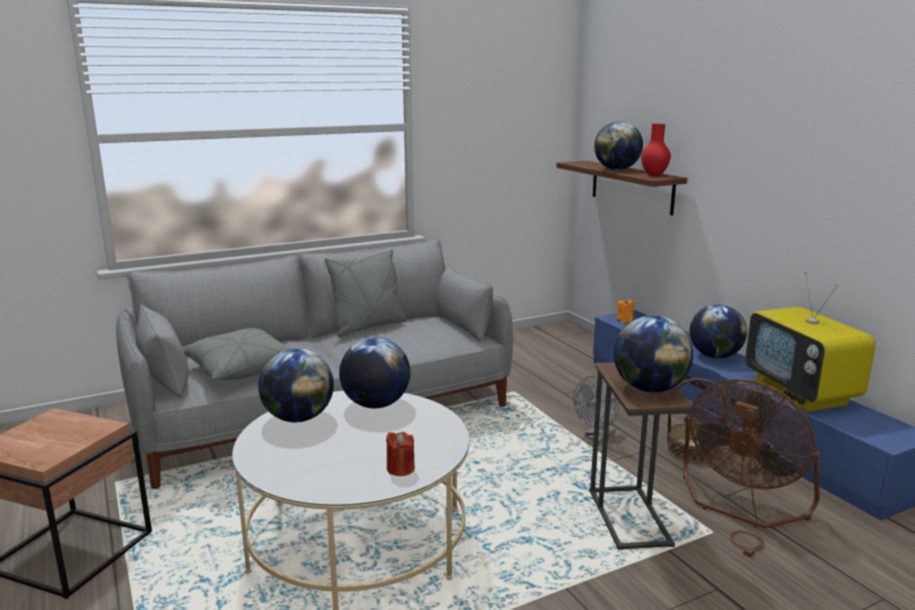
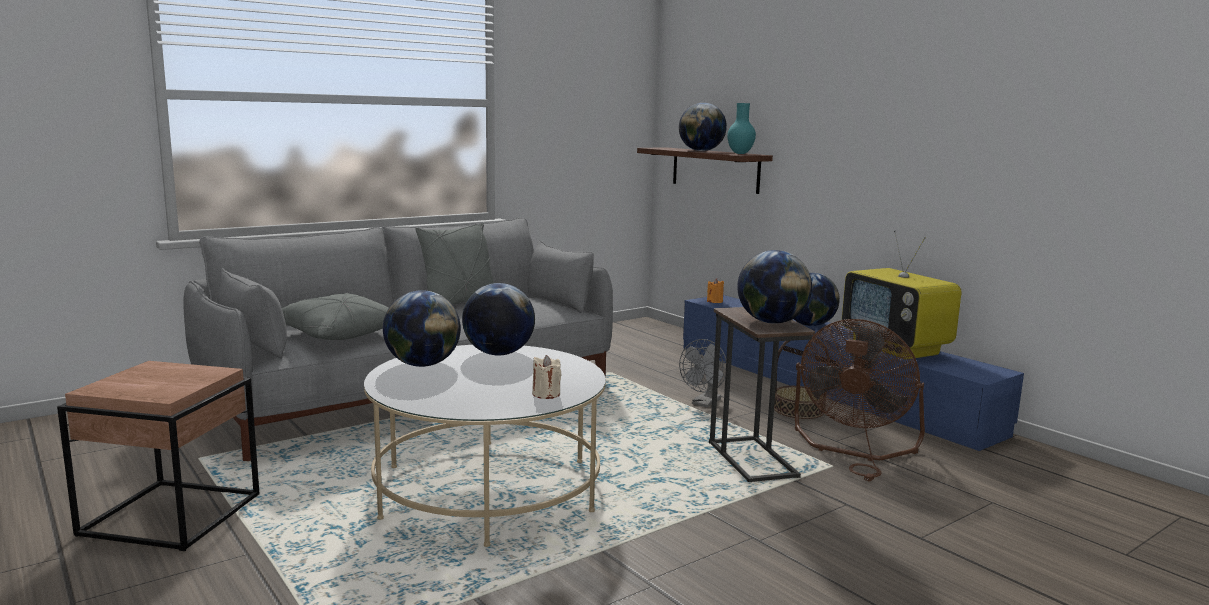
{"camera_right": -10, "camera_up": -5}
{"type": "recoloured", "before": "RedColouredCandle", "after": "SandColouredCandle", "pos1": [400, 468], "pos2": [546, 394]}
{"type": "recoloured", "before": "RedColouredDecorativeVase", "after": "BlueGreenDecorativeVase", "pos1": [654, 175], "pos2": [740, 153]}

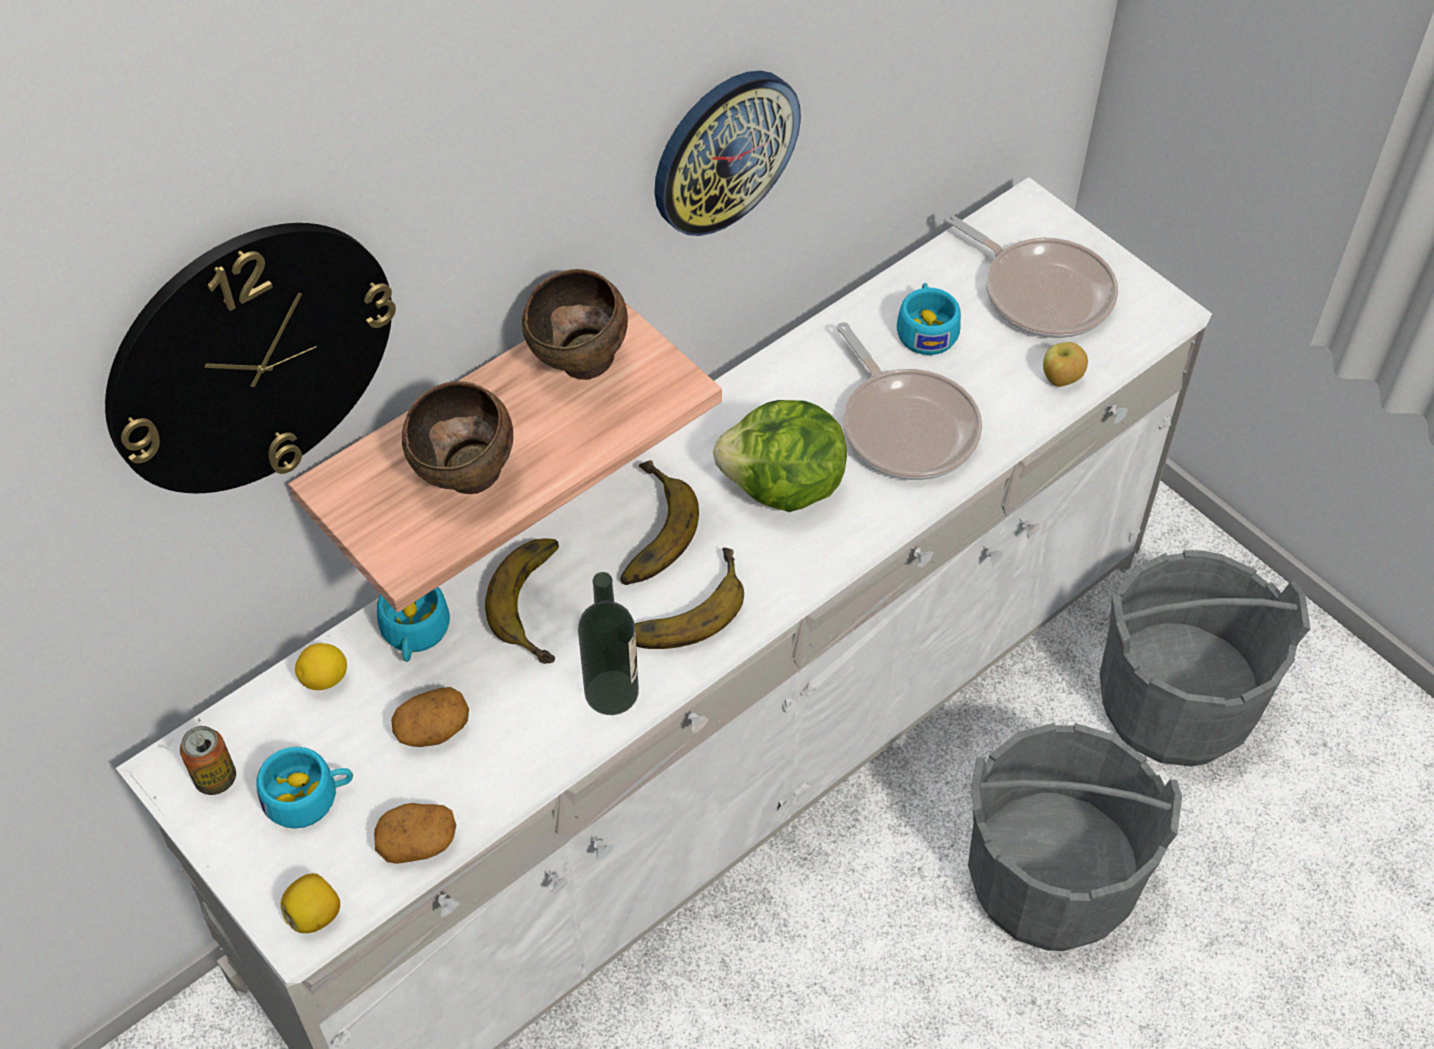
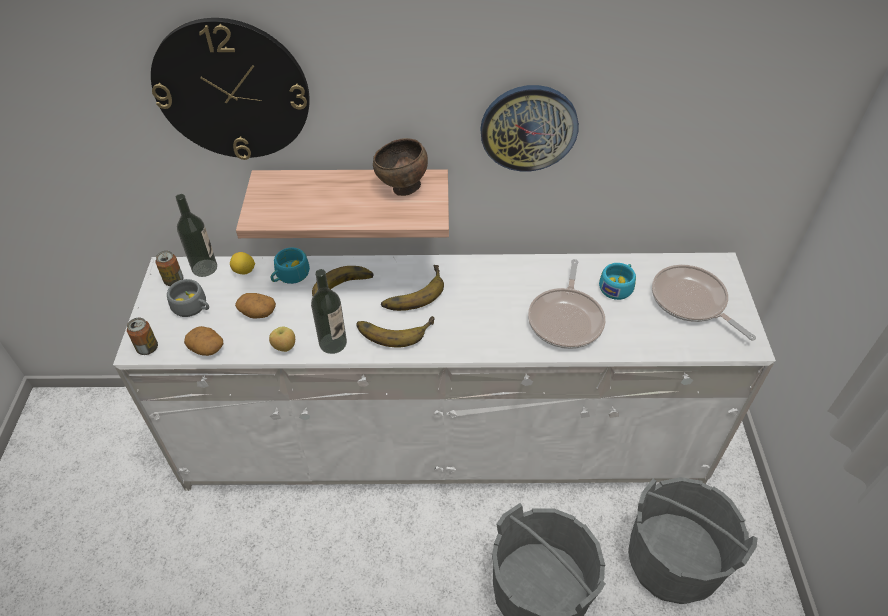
{"camera_right": 40, "camera_up": -5}
{"type": "replaced", "before": "CitrusFruit", "after": "Can", "pos1": [315, 914], "pos2": [147, 348]}
{"type": "recoloured", "before": "BlueGreenDrinkingCup", "after": "GreyishDrinkingCup", "pos1": [309, 797], "pos2": [193, 307]}
{"type": "added", "after": "BeverageBottle", "pos2": [204, 268]}
{"type": "moved", "before": "AppleFruit", "pos1": [1061, 380], "pos2": [284, 347]}
{"type": "turned", "before": "FryingPan", "pos1": [1041, 292], "pos2": [691, 302], "turn": 150}
{"type": "removed", "before": "BrownColouredServingBowl", "pos1": [466, 478]}
{"type": "removed", "before": "LettuceHead", "pos1": [783, 489]}

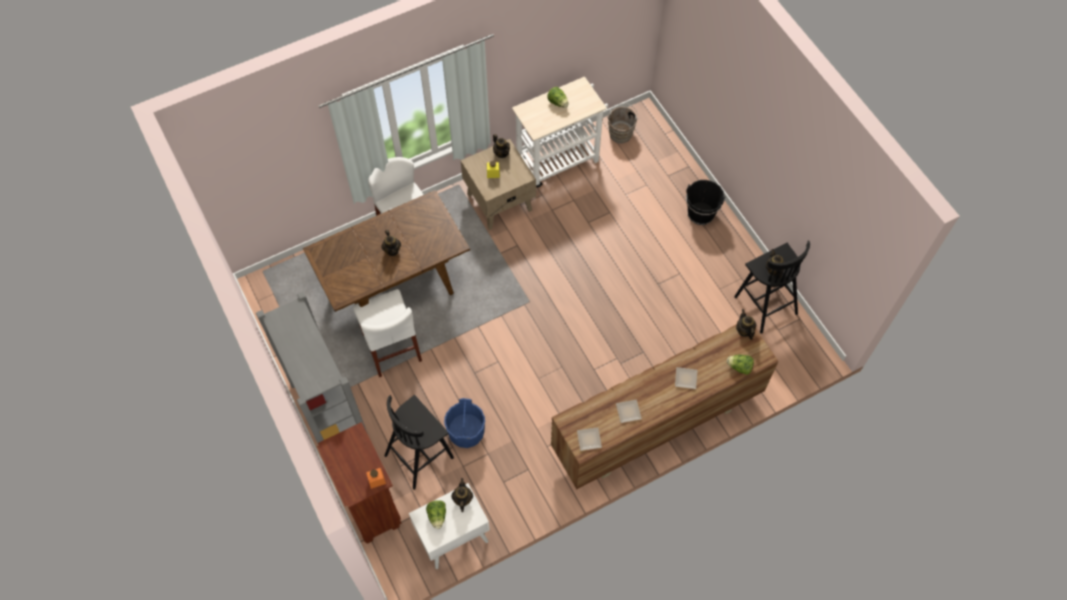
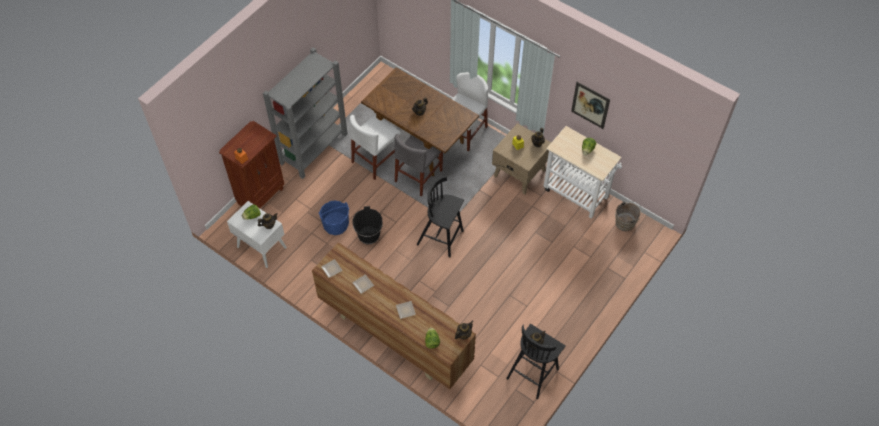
{"camera_right": 65, "camera_up": -5}
{"type": "moved", "before": "BlackishPail", "pos1": [700, 214], "pos2": [369, 235]}
{"type": "added", "after": "GreyishPlainChair", "pos2": [418, 176]}
{"type": "moved", "before": "BlackishStoolSeat", "pos1": [421, 454], "pos2": [441, 238]}
{"type": "added", "after": "Picture", "pos2": [590, 105]}

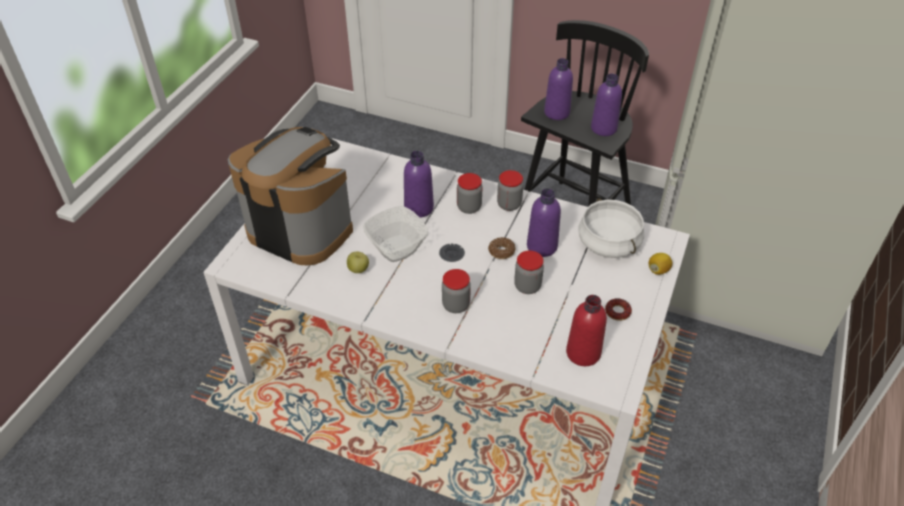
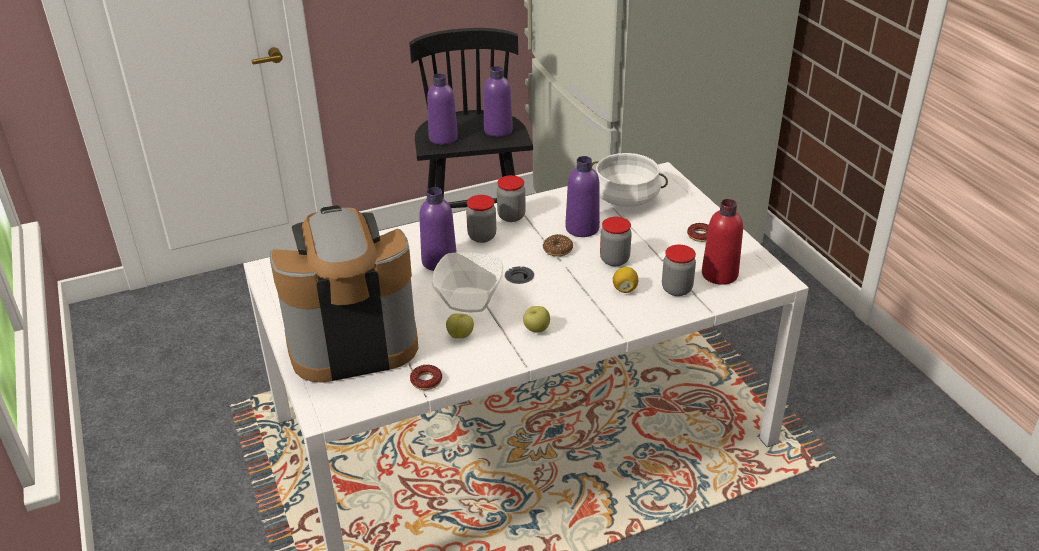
{"camera_right": -45, "camera_up": -10}
{"type": "added", "after": "Donut", "pos2": [426, 381]}
{"type": "added", "after": "AppleFruit", "pos2": [536, 329]}
{"type": "moved", "before": "CitrusFruit", "pos1": [658, 270], "pos2": [624, 289]}
{"type": "moved", "before": "PreserveJar", "pos1": [456, 305], "pos2": [676, 289]}

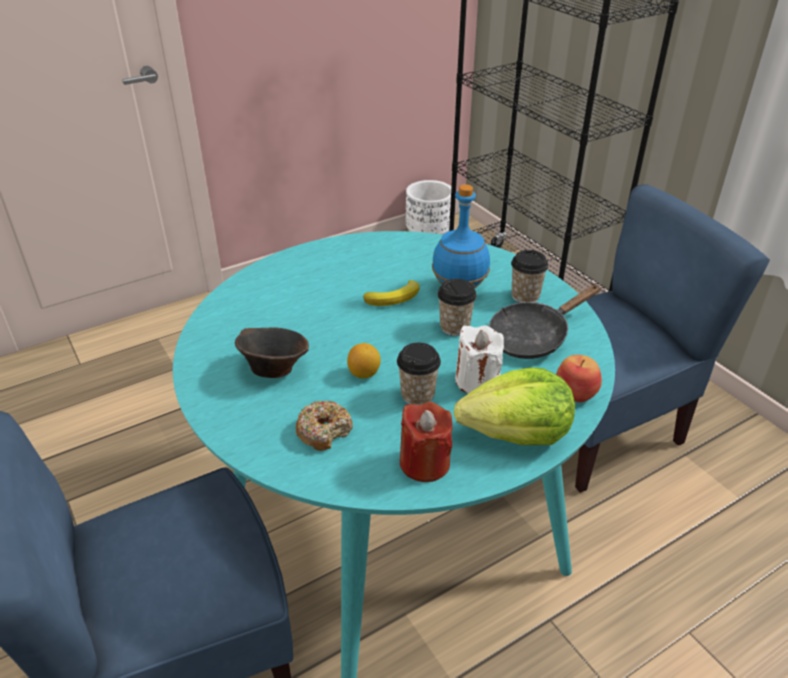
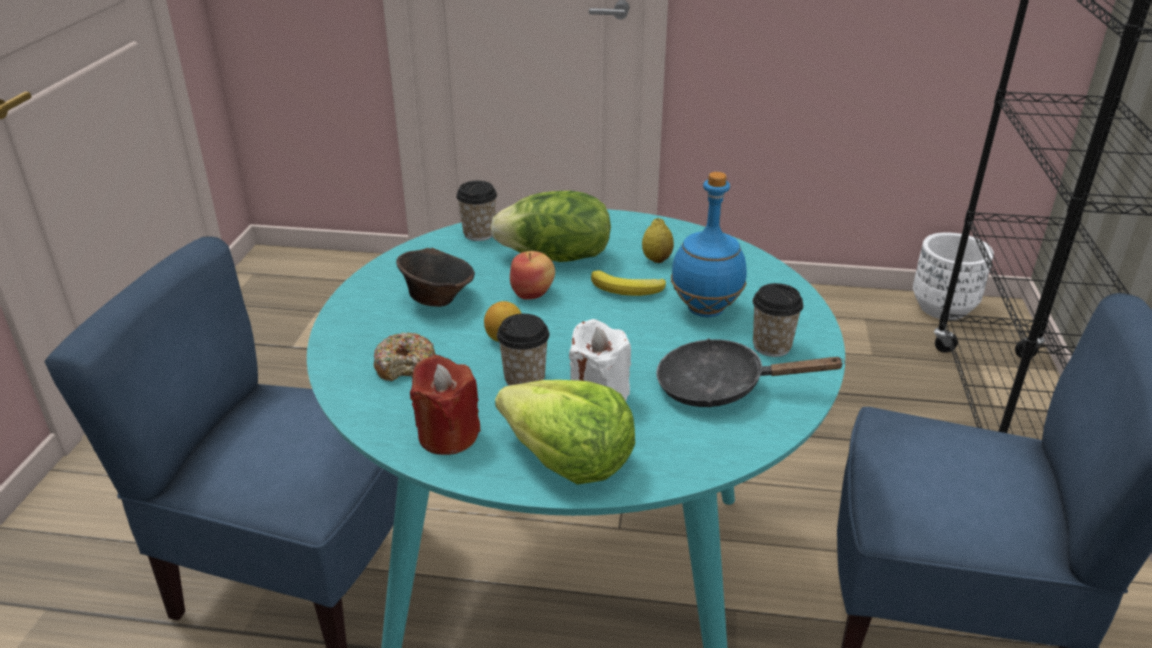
{"camera_right": 40, "camera_up": -5}
{"type": "moved", "before": "DrinkingCup", "pos1": [454, 327], "pos2": [479, 234]}
{"type": "added", "after": "LettuceHead", "pos2": [556, 257]}
{"type": "moved", "before": "AppleFruit", "pos1": [576, 392], "pos2": [532, 293]}
{"type": "added", "after": "CitrusFruit", "pos2": [657, 259]}

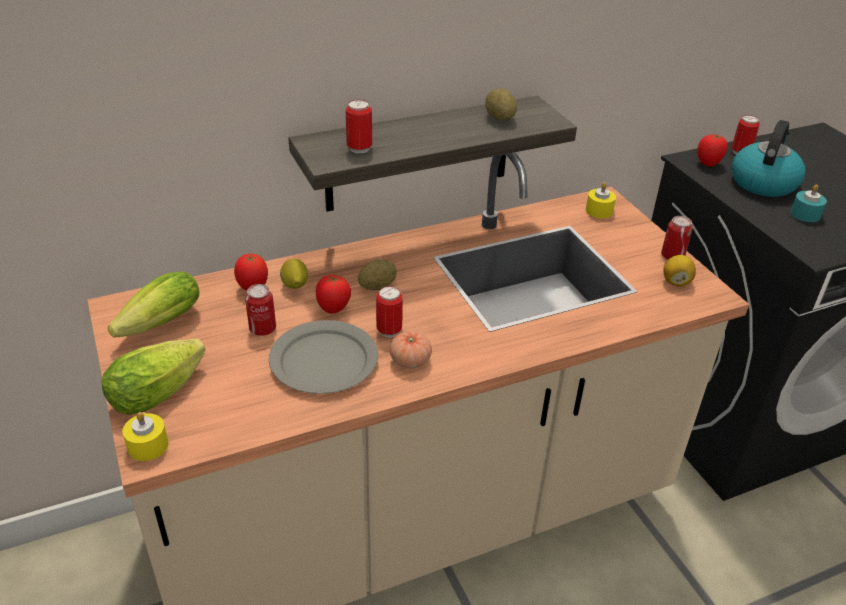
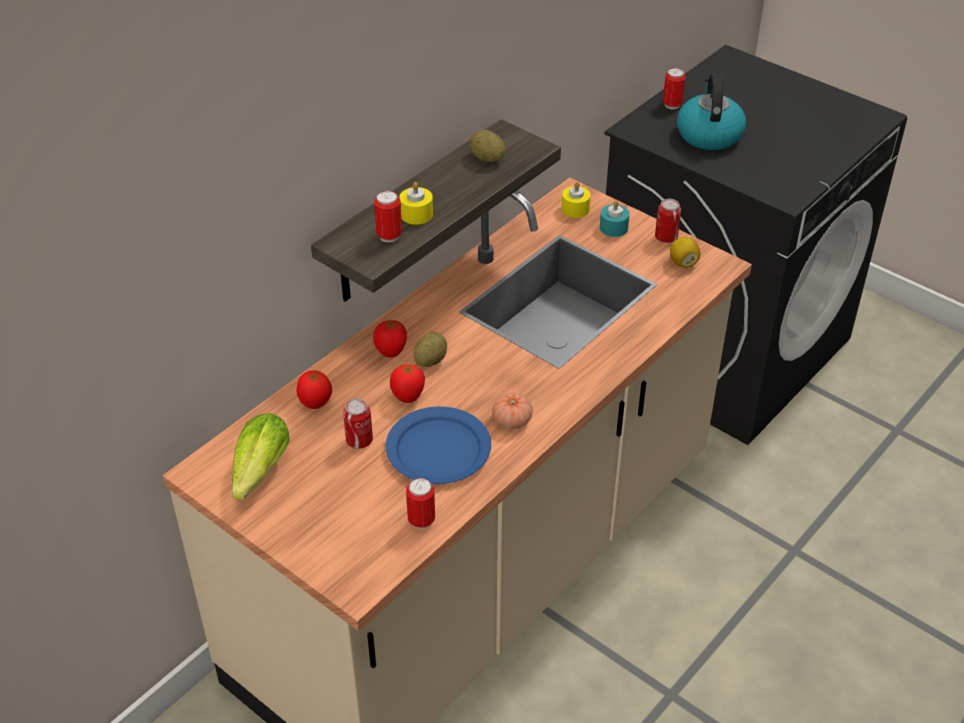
{"camera_right": -25, "camera_up": 5}
{"type": "moved", "before": "WholeTomato", "pos1": [708, 164], "pos2": [391, 352]}
{"type": "recoloured", "before": "GreyishFlatDish", "after": "BlueFlatDish", "pos1": [324, 361], "pos2": [439, 449]}
{"type": "moved", "before": "YellowCandle", "pos1": [148, 446], "pos2": [416, 214]}
{"type": "moved", "before": "Can", "pos1": [389, 330], "pos2": [421, 520]}
{"type": "moved", "before": "BlueGreenCandle", "pos1": [805, 214], "pos2": [613, 228]}
{"type": "removed", "before": "LettuceHead", "pos1": [162, 390]}
{"type": "removed", "before": "CitrusFruit", "pos1": [294, 285]}

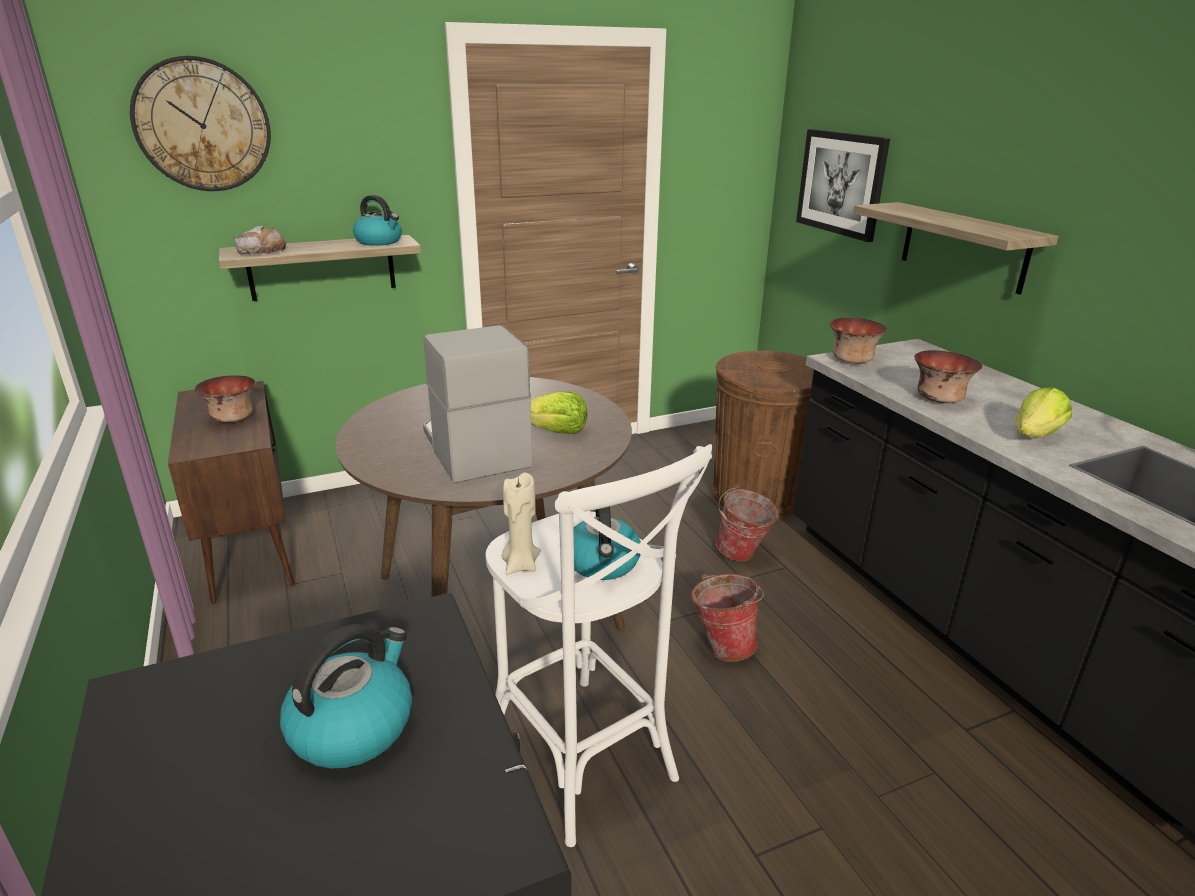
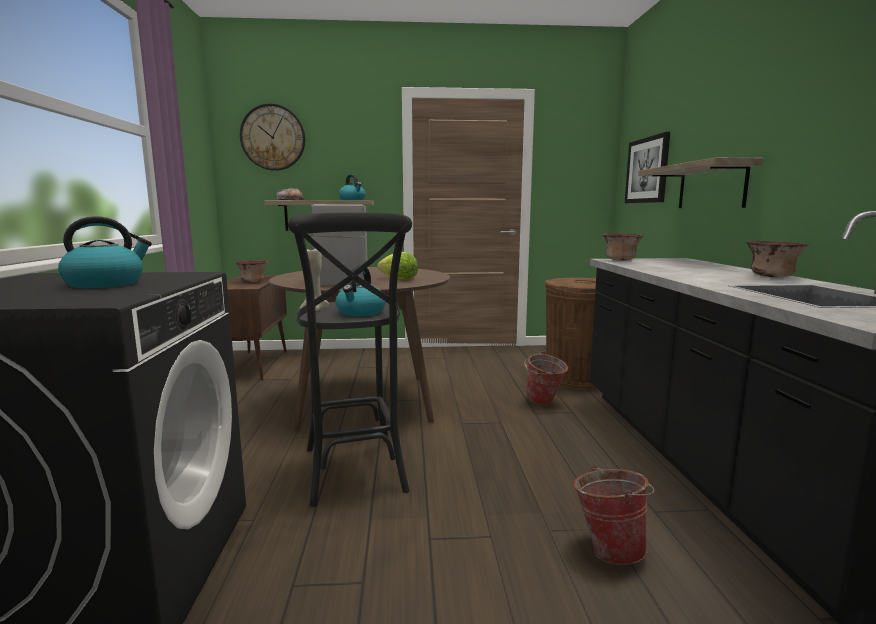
{"camera_right": 20, "camera_up": -15}
{"type": "recoloured", "before": "WhitishStoolSeat", "after": "BlackishStoolSeat", "pos1": [583, 762], "pos2": [354, 473]}
{"type": "moved", "before": "Pail", "pos1": [722, 646], "pos2": [608, 548]}
{"type": "moved", "before": "ServingBowl", "pos1": [938, 399], "pos2": [771, 276]}
{"type": "removed", "before": "LettuceHead", "pos1": [1035, 436]}

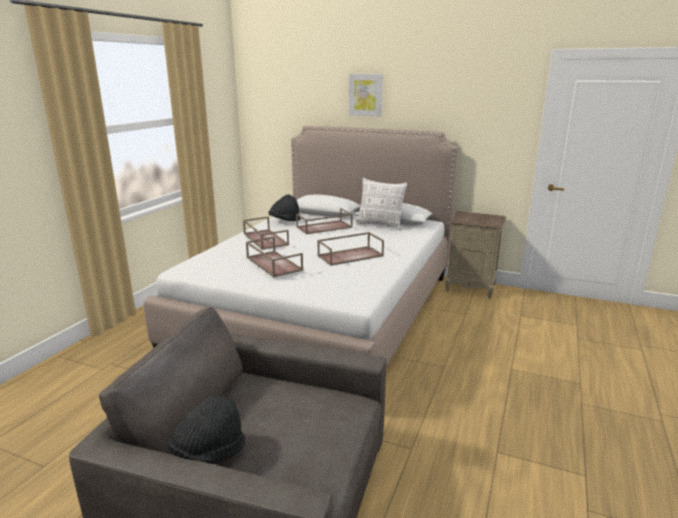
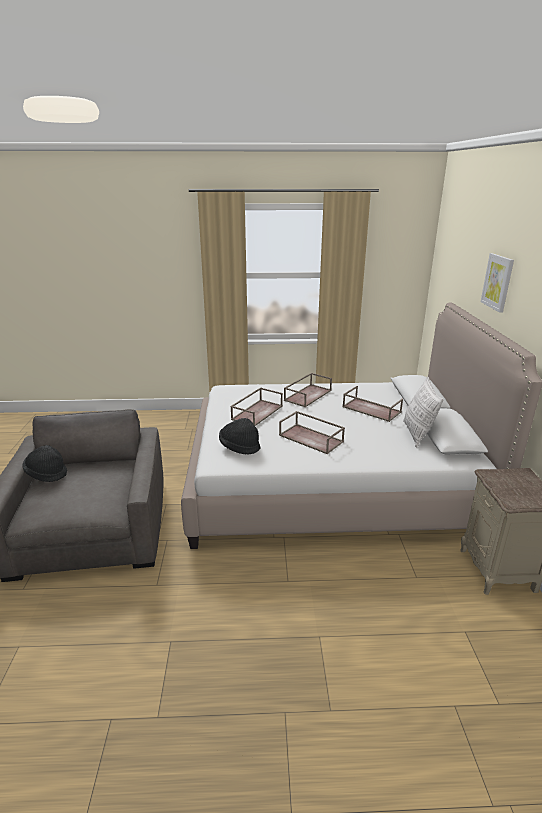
{"camera_right": 65, "camera_up": 5}
{"type": "moved", "before": "BlackishHat", "pos1": [284, 221], "pos2": [239, 447]}

